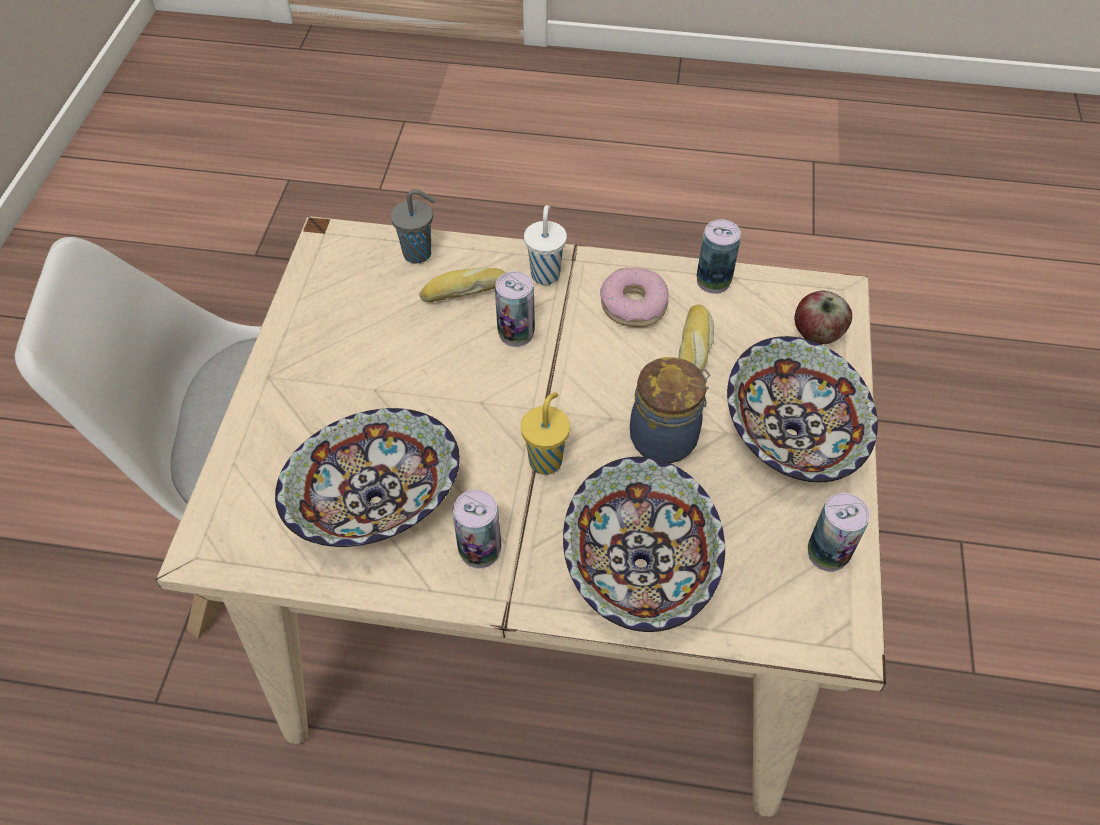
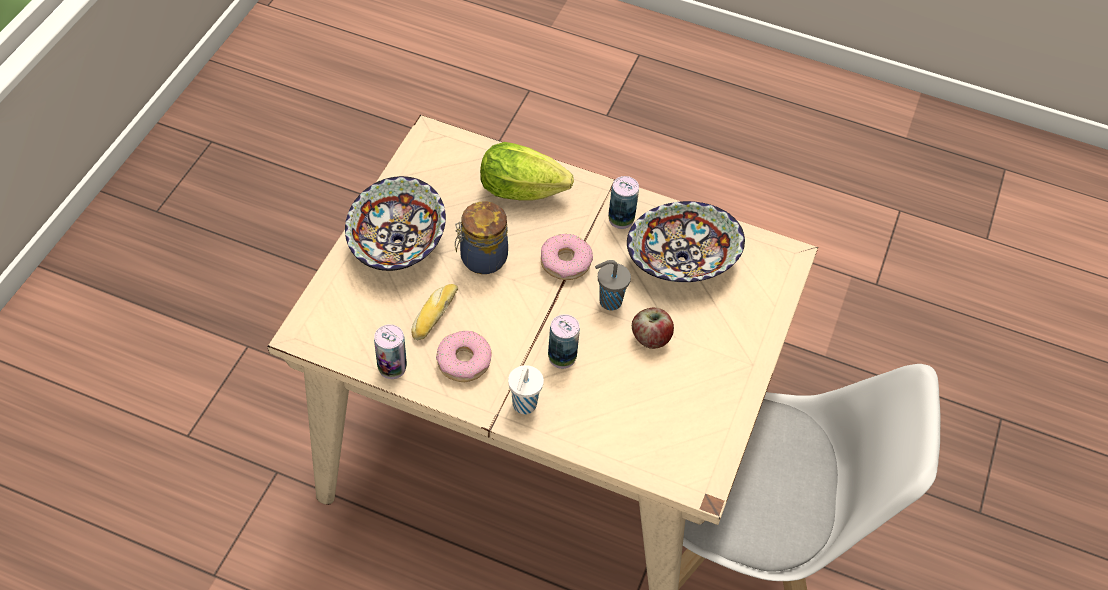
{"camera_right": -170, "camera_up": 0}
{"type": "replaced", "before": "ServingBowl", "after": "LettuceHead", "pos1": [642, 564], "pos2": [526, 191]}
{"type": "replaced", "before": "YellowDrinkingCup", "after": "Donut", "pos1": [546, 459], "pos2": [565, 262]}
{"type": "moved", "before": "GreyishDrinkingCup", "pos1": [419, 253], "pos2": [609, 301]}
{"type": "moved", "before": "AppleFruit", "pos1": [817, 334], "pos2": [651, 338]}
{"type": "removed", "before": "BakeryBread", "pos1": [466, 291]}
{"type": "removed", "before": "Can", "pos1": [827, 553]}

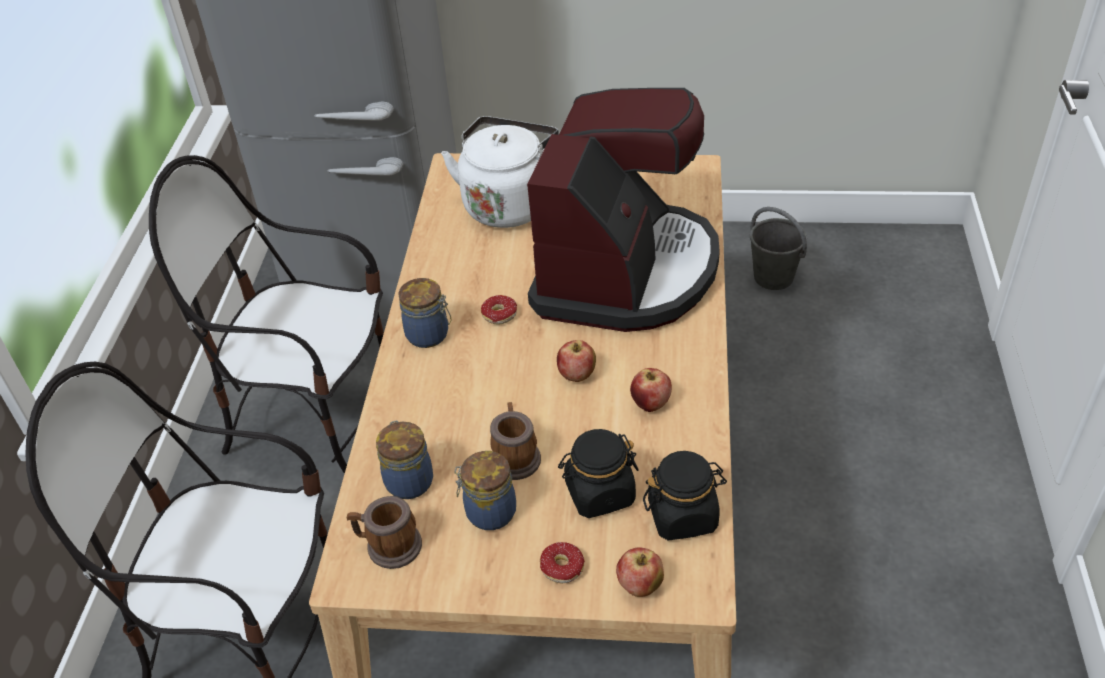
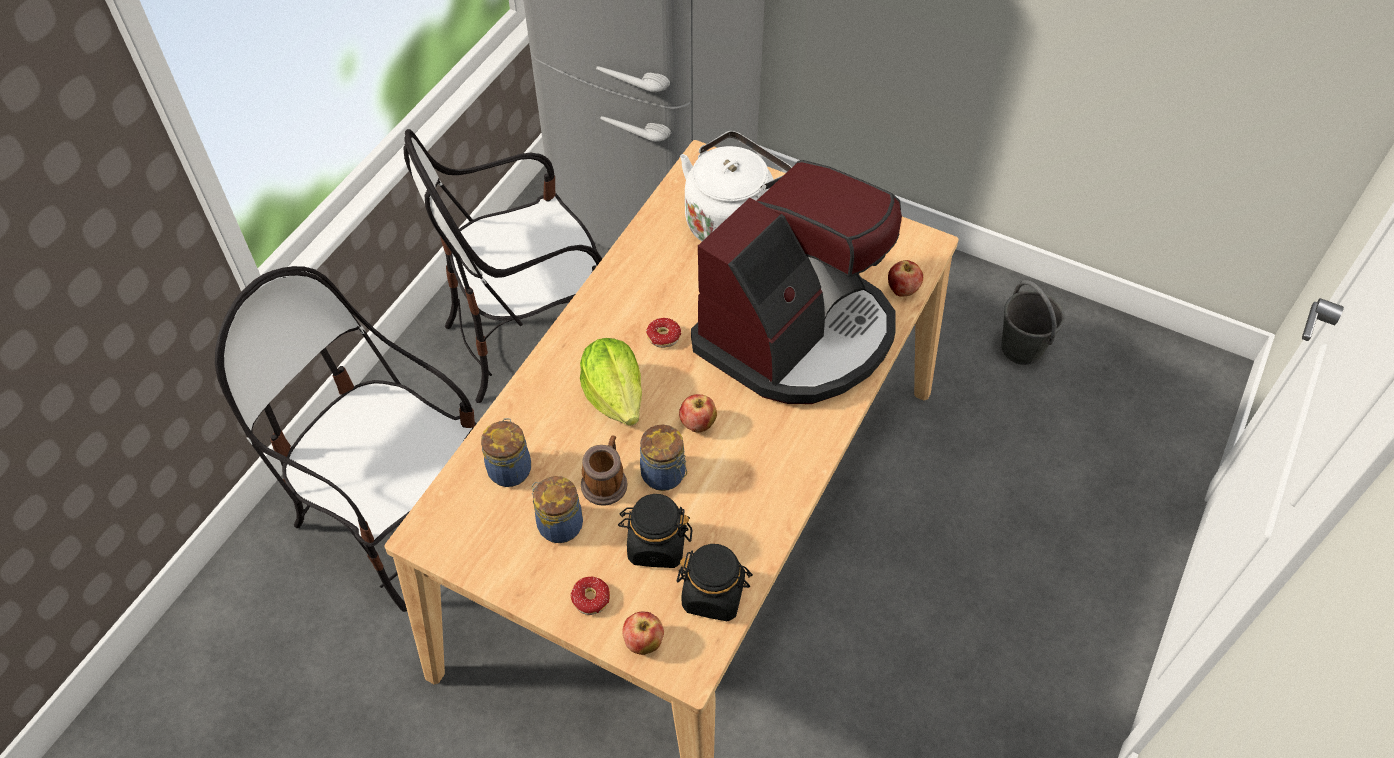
{"camera_right": 20, "camera_up": 10}
{"type": "turned", "before": "PlainChair", "pos1": [317, 421], "pos2": [530, 338], "turn": -60}
{"type": "added", "after": "LettuceHead", "pos2": [615, 396]}
{"type": "moved", "before": "PreserveJar", "pos1": [429, 335], "pos2": [665, 475]}
{"type": "moved", "before": "AppleFruit", "pos1": [650, 404], "pos2": [902, 290]}
{"type": "removed", "before": "Mug", "pos1": [388, 546]}

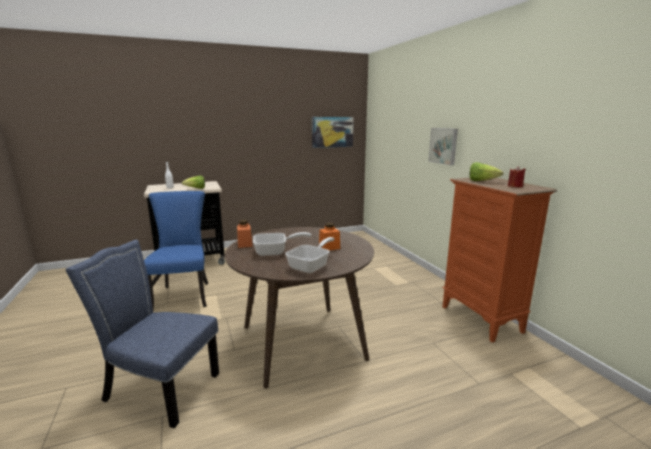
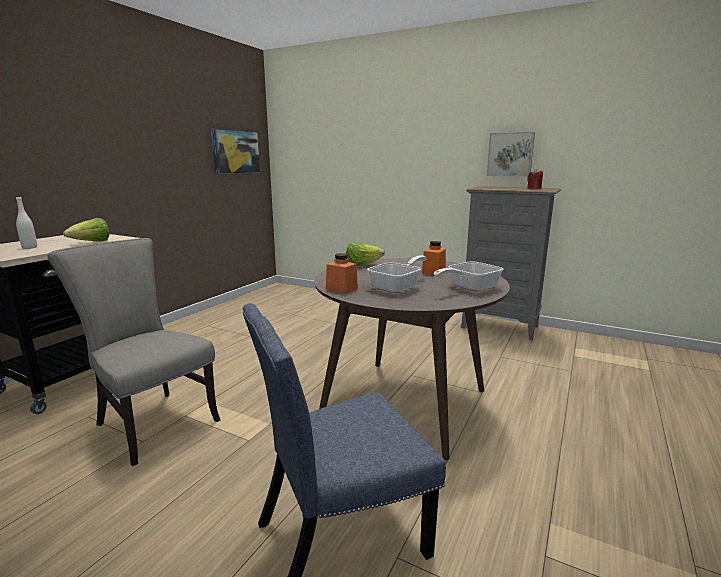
{"camera_right": -40, "camera_up": 0}
{"type": "recoloured", "before": "BluePlainChair", "after": "GreyishPlainChair", "pos1": [183, 294], "pos2": [152, 421]}
{"type": "moved", "before": "LettuceHead", "pos1": [481, 181], "pos2": [362, 265]}
{"type": "turned", "before": "FryingPan", "pos1": [311, 266], "pos2": [468, 288], "turn": -120}
{"type": "recoloured", "before": "OrangeChestOfDrawers", "after": "GreyishChestOfDrawers", "pos1": [481, 320], "pos2": [501, 327]}
{"type": "moved", "before": "Picture", "pos1": [444, 145], "pos2": [510, 154]}

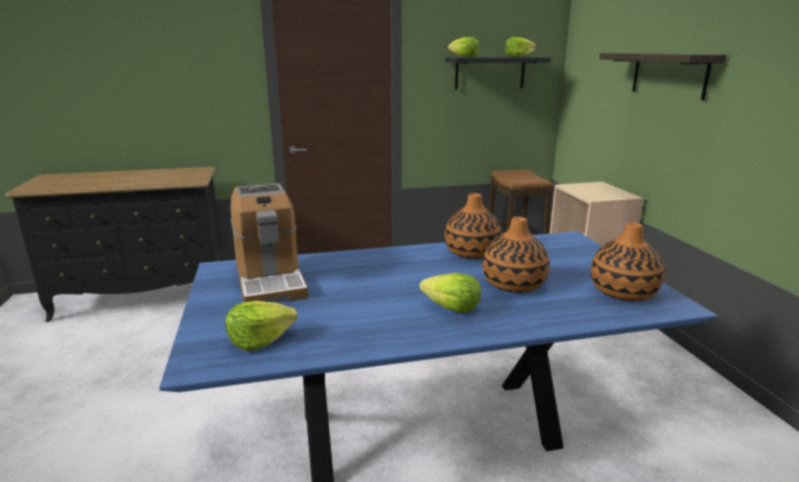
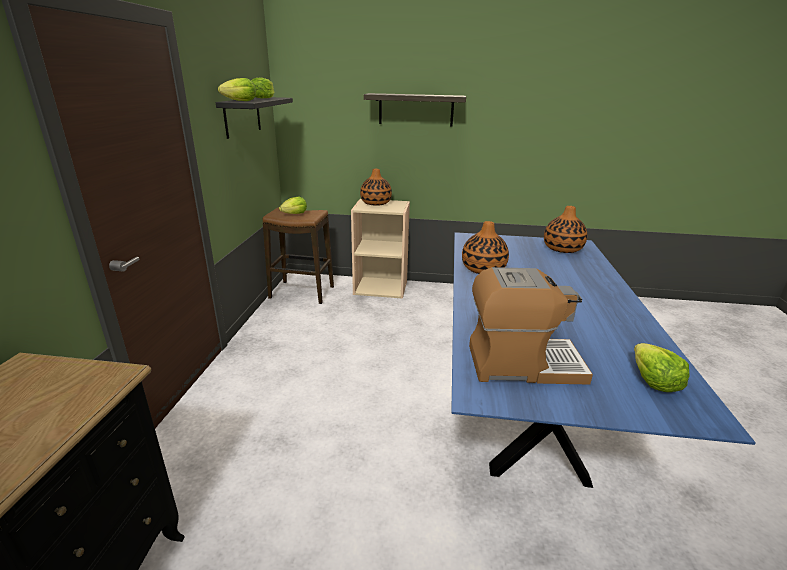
{"camera_right": -70, "camera_up": 5}
{"type": "moved", "before": "LettuceHead", "pos1": [452, 308], "pos2": [294, 214]}
{"type": "moved", "before": "DecorativeVase", "pos1": [513, 284], "pos2": [375, 203]}

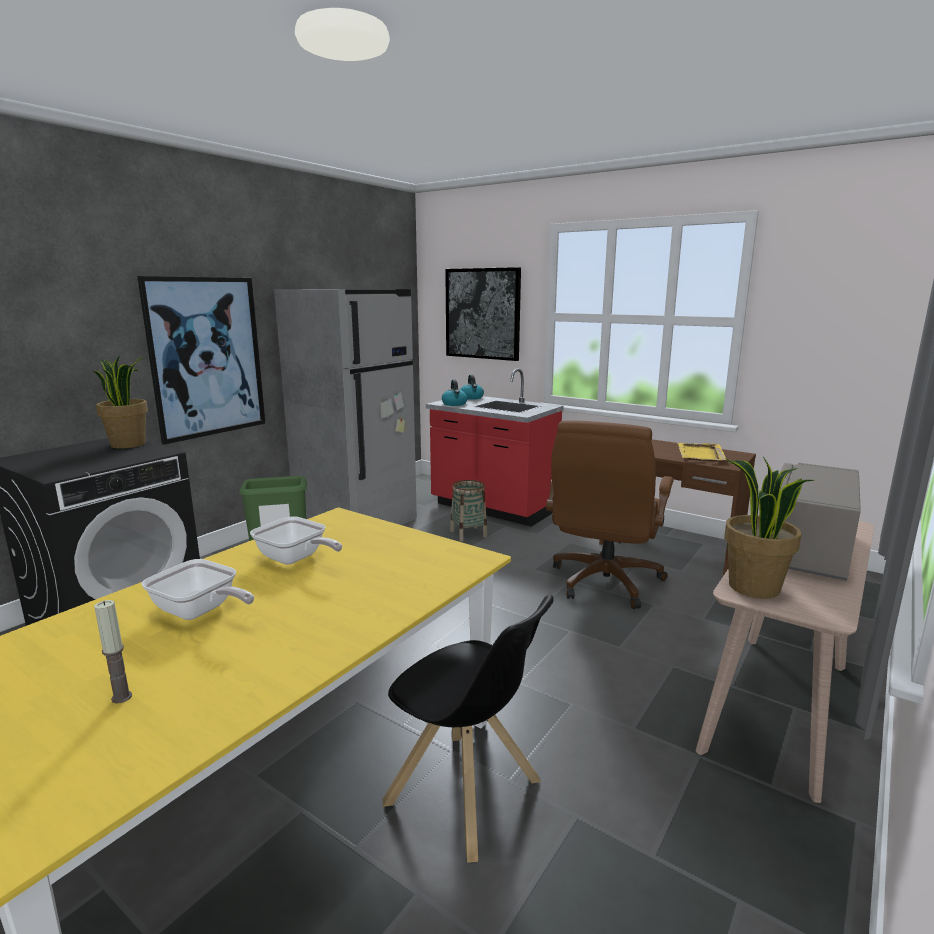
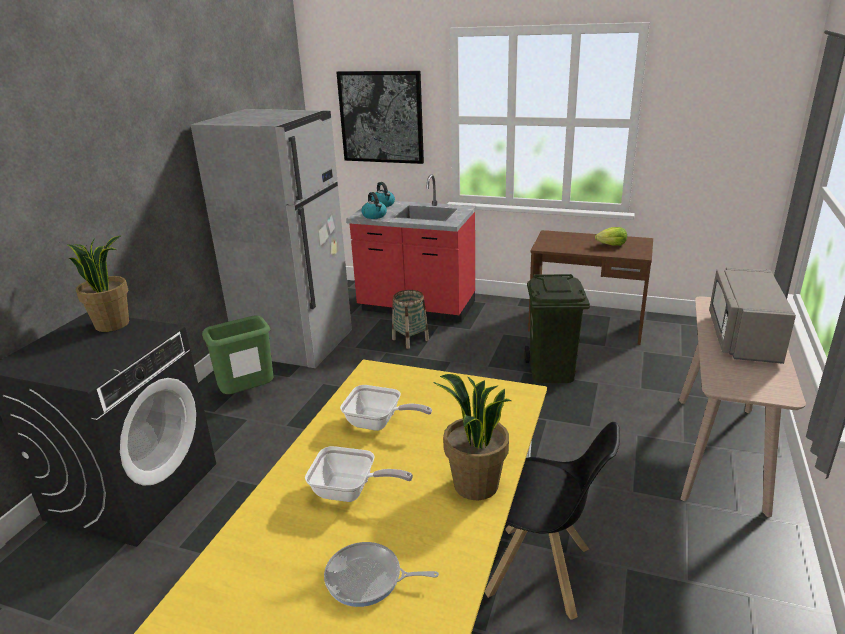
{"camera_right": -15, "camera_up": 10}
{"type": "replaced", "before": "Candle", "after": "FryingPan", "pos1": [122, 697], "pos2": [368, 579]}
{"type": "moved", "before": "PottedPlant", "pos1": [753, 587], "pos2": [475, 486]}
{"type": "replaced", "before": "BrownColouredComputerChair", "after": "GreenColouredTrashCan", "pos1": [603, 584], "pos2": [550, 371]}
{"type": "replaced", "before": "YellowServingTray", "after": "LettuceHead", "pos1": [700, 454], "pos2": [611, 245]}
{"type": "removed", "before": "Picture", "pos1": [207, 357]}

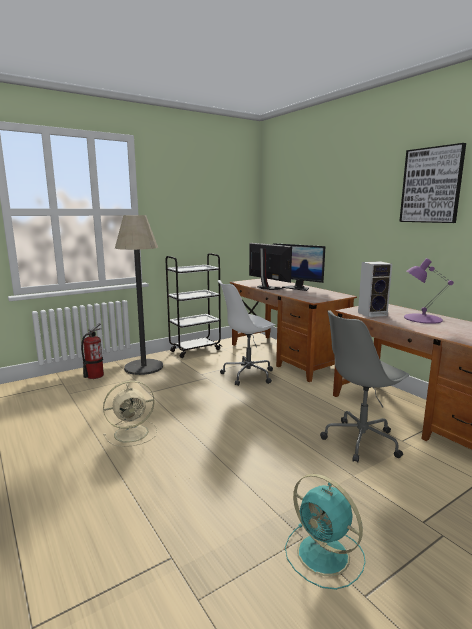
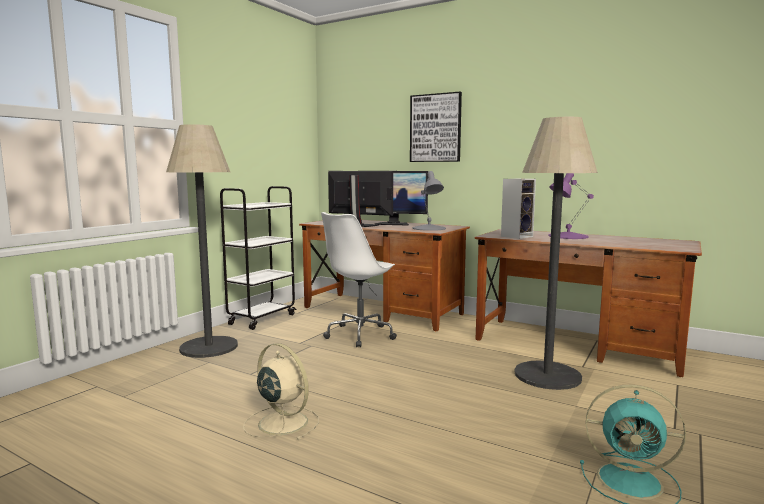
{"camera_right": -25, "camera_up": -5}
{"type": "turned", "before": "SandColouredElectricFan", "pos1": [133, 433], "pos2": [281, 422], "turn": -90}
{"type": "moved", "before": "Picture", "pos1": [431, 185], "pos2": [435, 128]}
{"type": "added", "after": "GreyishLampForATable", "pos2": [429, 228]}
{"type": "replaced", "before": "GreyishComputerChair", "after": "StandardLamp", "pos1": [359, 442], "pos2": [547, 375]}
{"type": "removed", "before": "Extinguisher", "pos1": [94, 376]}

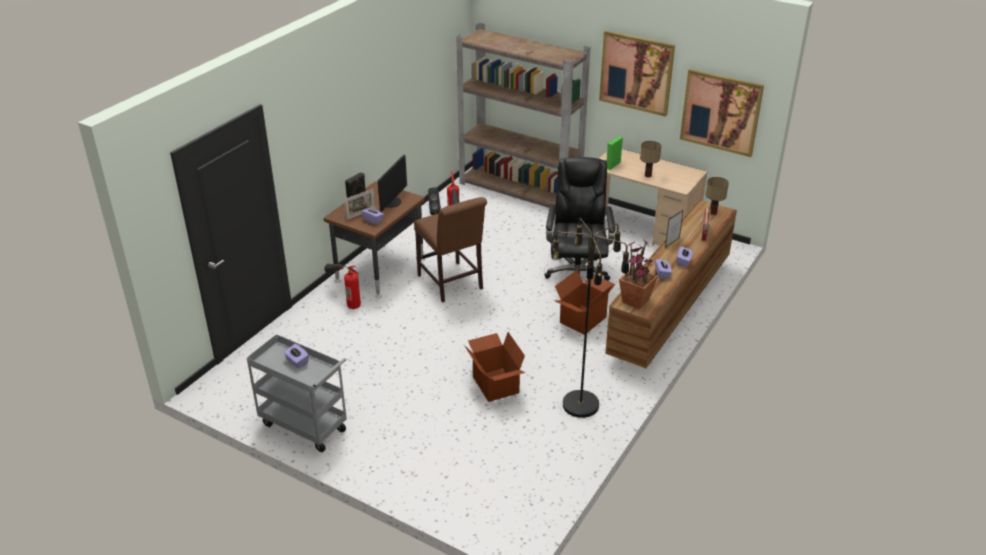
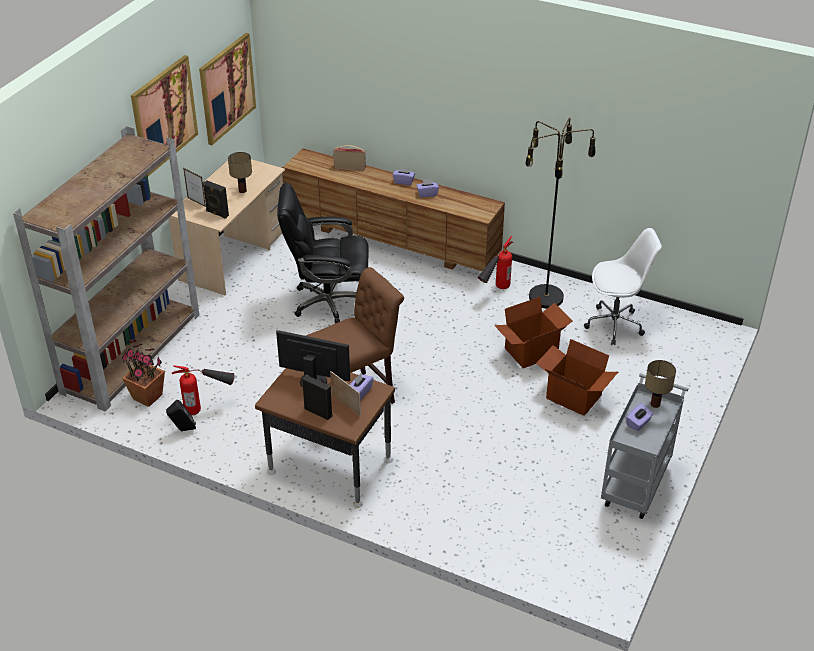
{"camera_right": -95, "camera_up": 5}
{"type": "moved", "before": "PottedPlant", "pos1": [635, 301], "pos2": [148, 397]}
{"type": "moved", "before": "PhotoFrame", "pos1": [672, 243], "pos2": [196, 202]}
{"type": "recoloured", "before": "GreenColouredLoudspeaker", "after": "BlackishLoudspeaker", "pos1": [612, 165], "pos2": [217, 214]}
{"type": "moved", "before": "Extinguisher", "pos1": [345, 299], "pos2": [495, 291]}
{"type": "moved", "before": "Carton", "pos1": [582, 319], "pos2": [573, 397]}
{"type": "added", "after": "WhitishComputerChair", "pos2": [615, 325]}
{"type": "moved", "before": "LampForATable", "pos1": [713, 212], "pos2": [655, 404]}

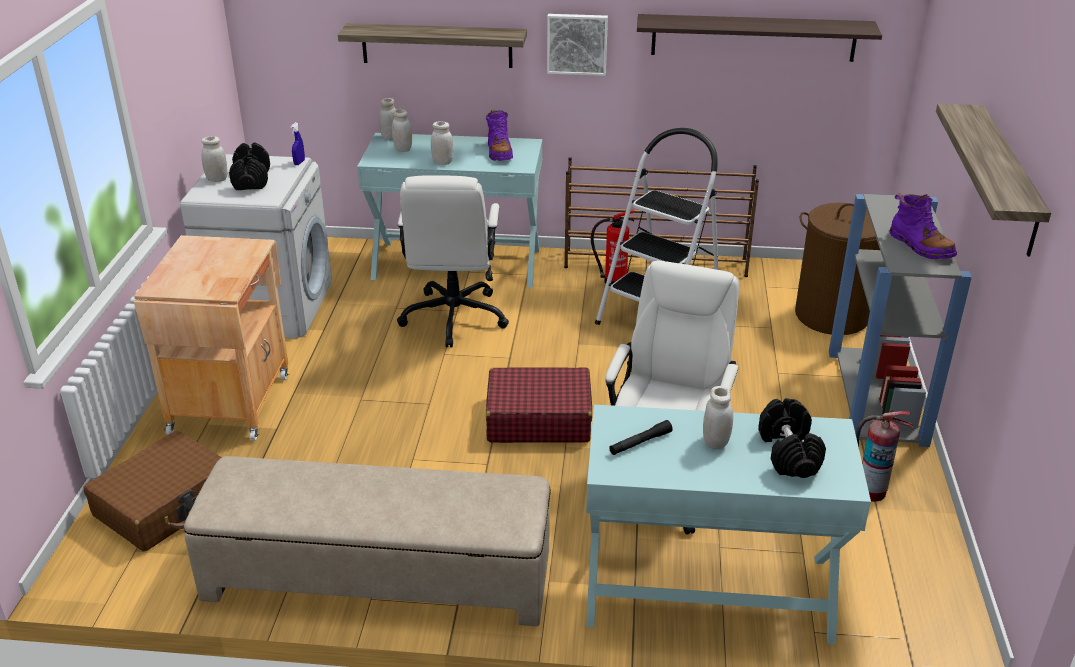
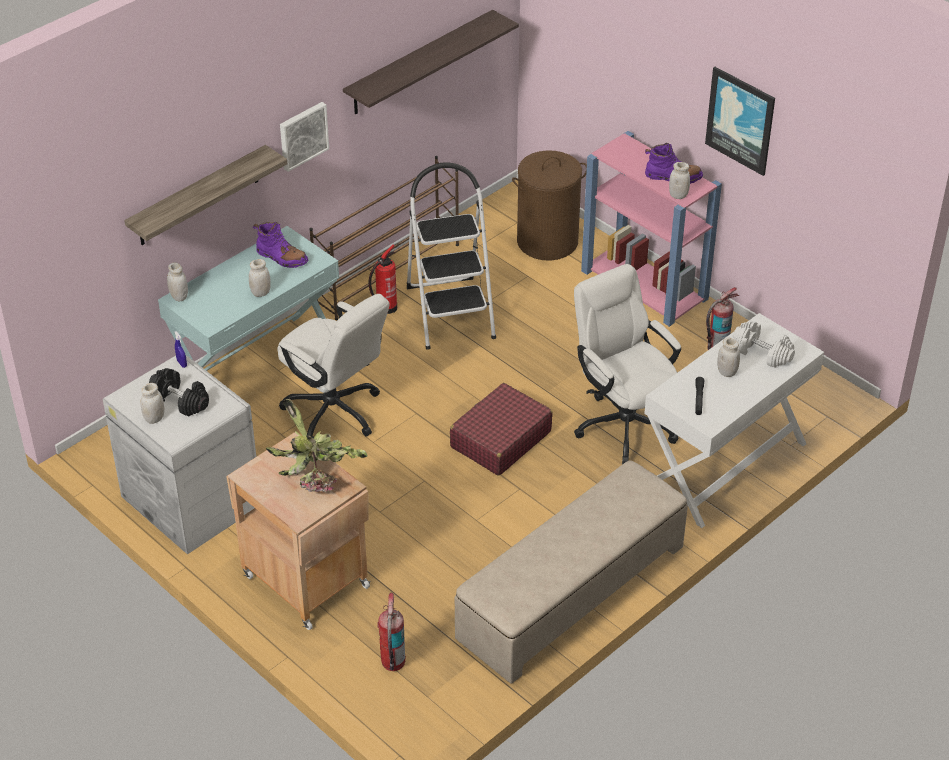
{"camera_right": -50, "camera_up": 10}
{"type": "added", "after": "PottedPlant", "pos2": [321, 478]}
{"type": "replaced", "before": "BrownColouredSuitcase", "after": "Extinguisher", "pos1": [166, 504], "pos2": [392, 662]}
{"type": "recoloured", "before": "GreyishBookcase", "after": "PinkColouredBookcase", "pos1": [875, 397], "pos2": [644, 285]}
{"type": "recoloured", "before": "BlueGreenDeskUnit", "after": "WhitishDeskUnit", "pos1": [708, 591], "pos2": [724, 464]}
{"type": "moved", "before": "WhitishPreserveJar", "pos1": [403, 149], "pos2": [678, 195]}
{"type": "replaced", "before": "WallShelf", "after": "Picture", "pos1": [1008, 179], "pos2": [741, 120]}
{"type": "recoloured", "before": "BlackishDumbbell", "after": "WhitishDumbbell", "pos1": [789, 453], "pos2": [762, 353]}

